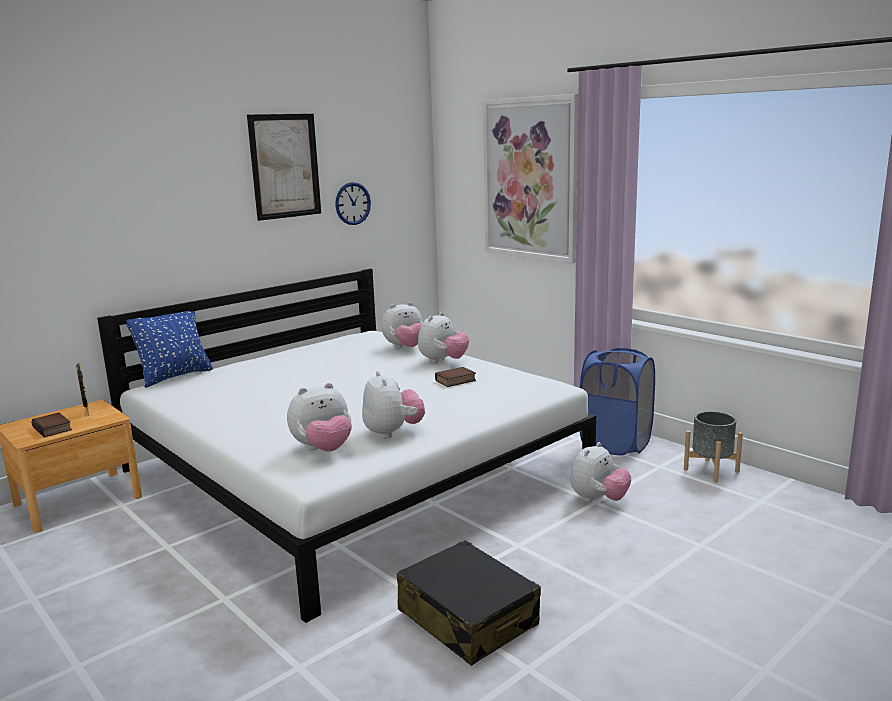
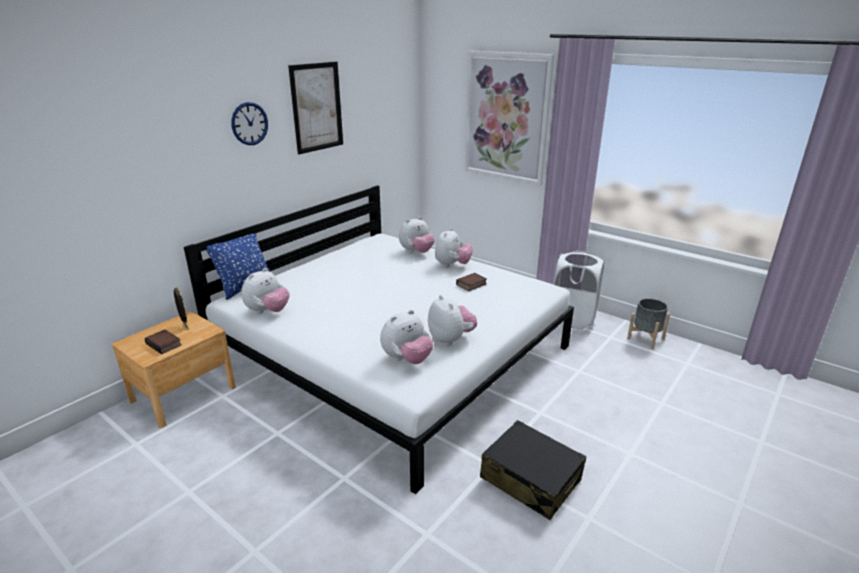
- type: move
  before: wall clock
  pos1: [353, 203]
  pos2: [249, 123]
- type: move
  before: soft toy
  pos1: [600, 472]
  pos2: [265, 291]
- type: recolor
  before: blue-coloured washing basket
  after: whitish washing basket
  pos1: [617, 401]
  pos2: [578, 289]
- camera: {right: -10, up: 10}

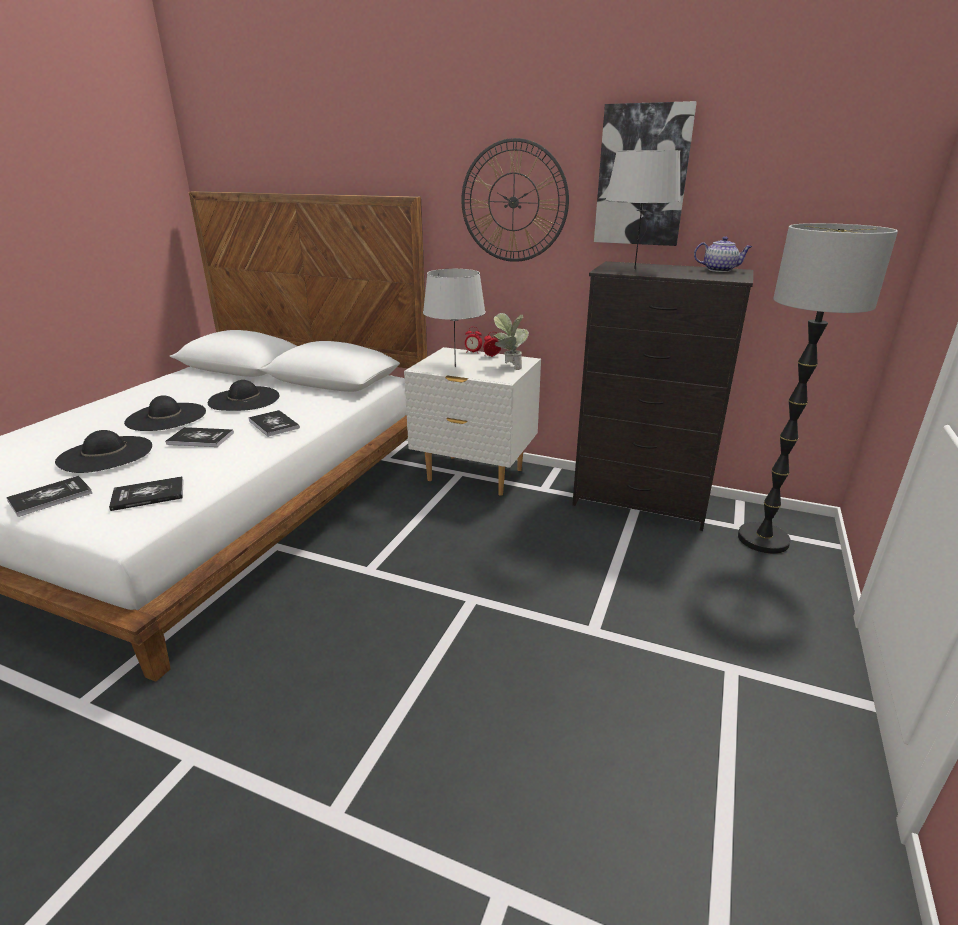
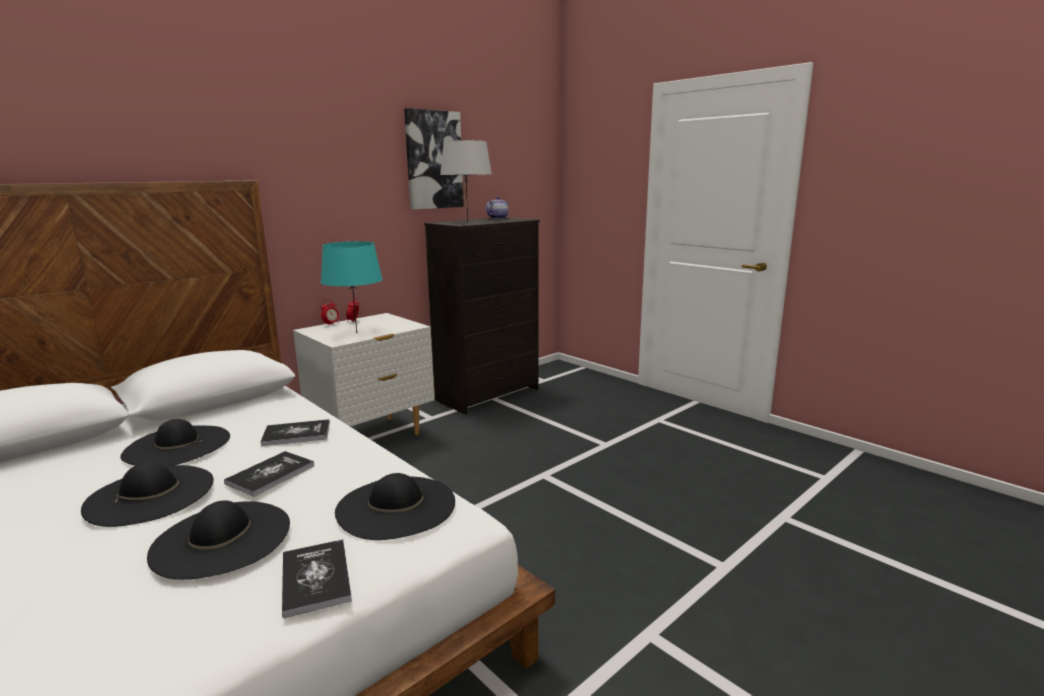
- type: replace
  before: volume
  after: black-coloured hat
  pos1: [146, 493]
  pos2: [395, 506]
- type: recolor
  before: greyish table lamp
  after: turquoise-coloured table lamp
  pos1: [454, 318]
  pos2: [352, 287]
- type: delete
  before: wall clock
  pos1: [515, 200]
- type: delete
  before: plant in a pot
  pos1: [511, 341]
- type: delete
  before: standard lamp
  pos1: [818, 388]
- camera: {right: -65, up: -10}

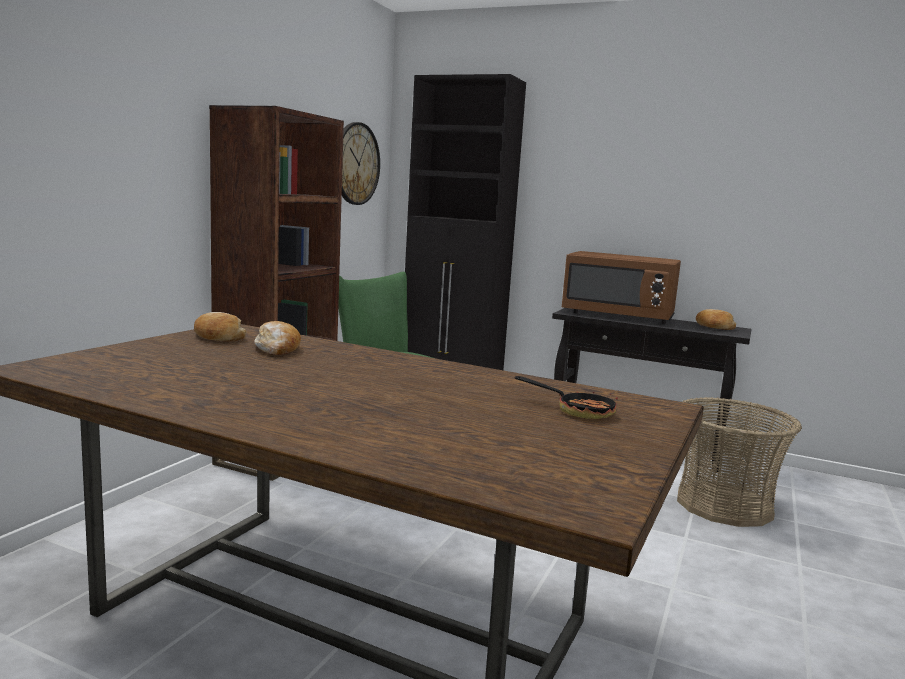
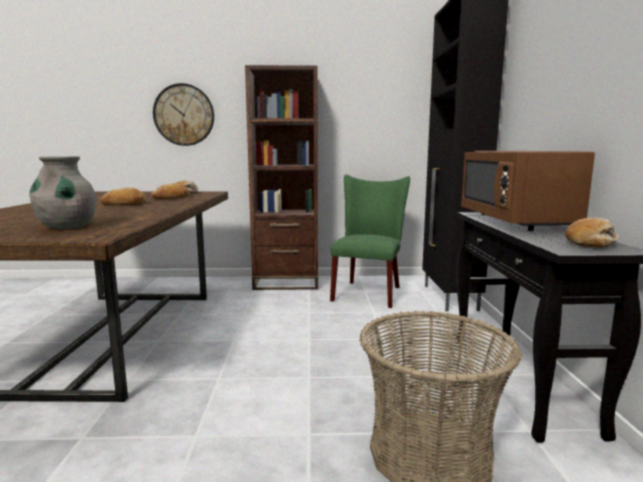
- type: move
  before: wall clock
  pos1: [361, 163]
  pos2: [183, 114]
- type: replace
  before: frying pan
  after: greyish flower vase
  pos1: [567, 397]
  pos2: [62, 192]
- type: insert
  after: bakery bread
  pos2: [123, 196]
- camera: {right: 65, up: 0}

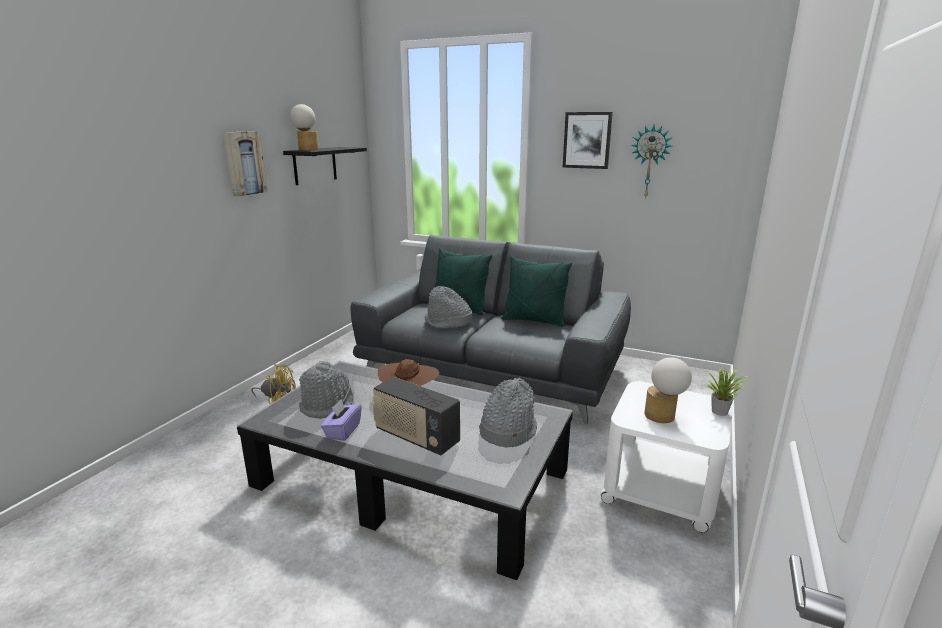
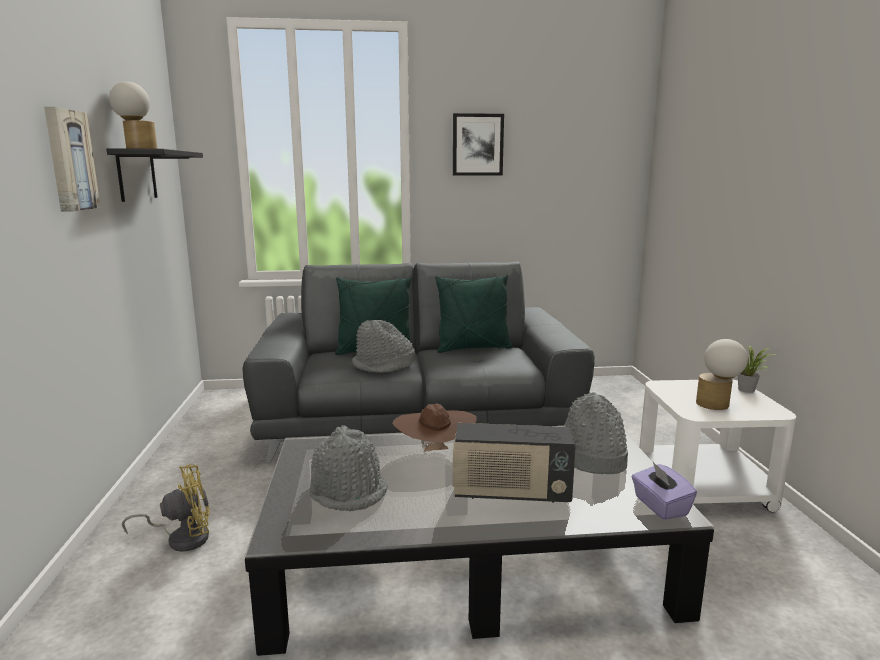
- type: move
  before: purple box of tissues
  pos1: [341, 420]
  pos2: [664, 491]
- type: delete
  before: wall clock
  pos1: [651, 162]
- camera: {right: -30, up: -5}

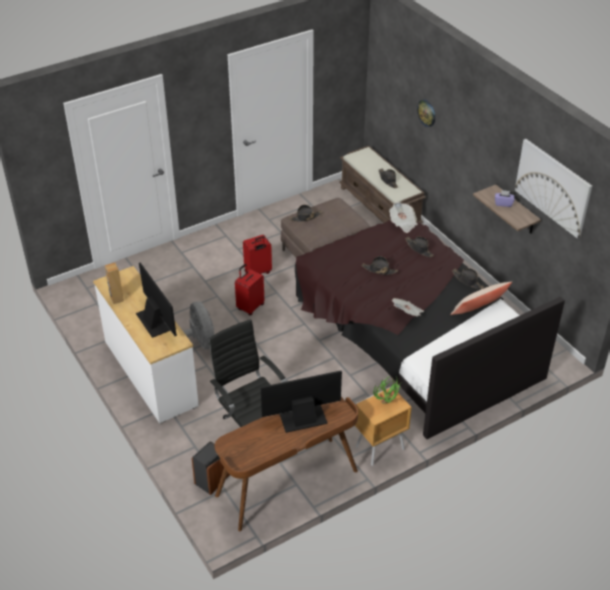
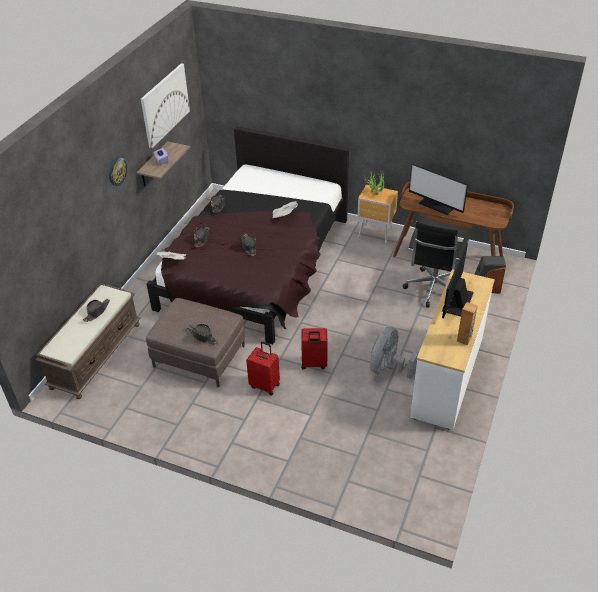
- type: move
  before: wall clock
  pos1: [426, 113]
  pos2: [118, 171]
- type: delete
  before: beige cushion
  pos1: [481, 298]
- camera: {right: -125, up: 0}

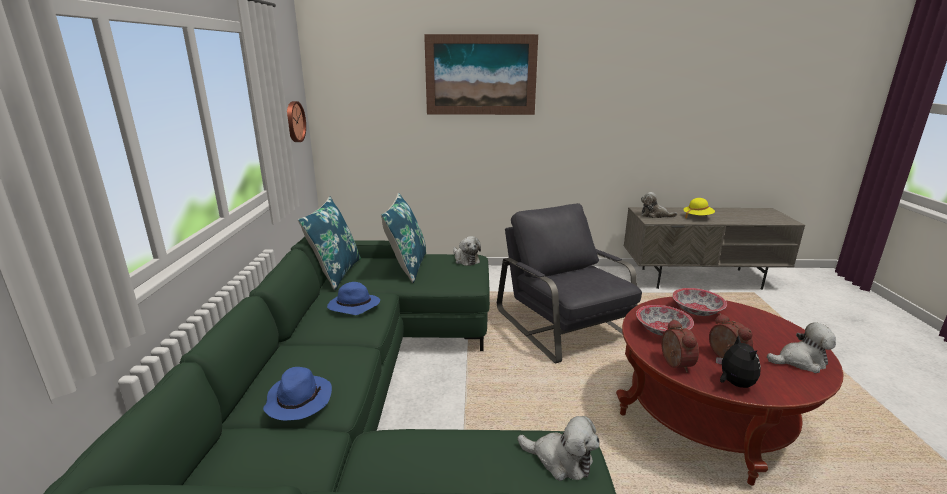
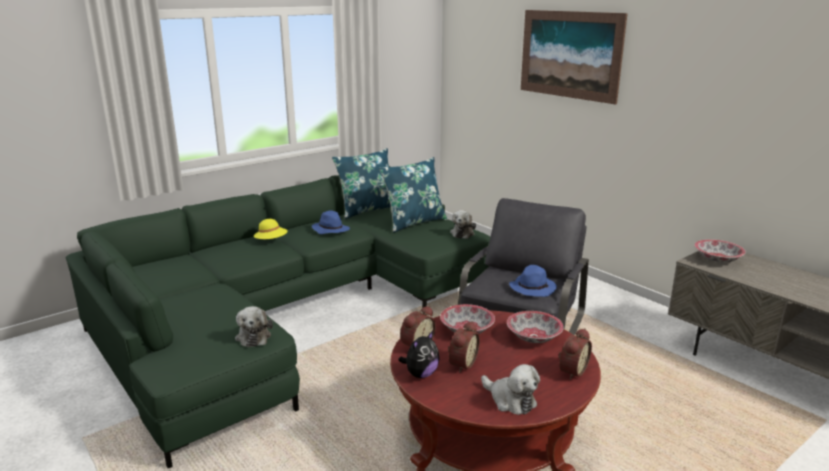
- type: move
  before: blue-coloured hat
  pos1: [297, 394]
  pos2: [533, 281]
- type: delete
  before: wall clock
  pos1: [296, 121]
- type: replace
  before: soft toy
  after: deep dish
  pos1: [659, 205]
  pos2: [720, 251]
- type: move
  before: yellow hat
  pos1: [699, 208]
  pos2: [271, 229]
- type: insert
  after: bedside clock
  pos2: [575, 354]
- camera: {right: 50, up: 0}

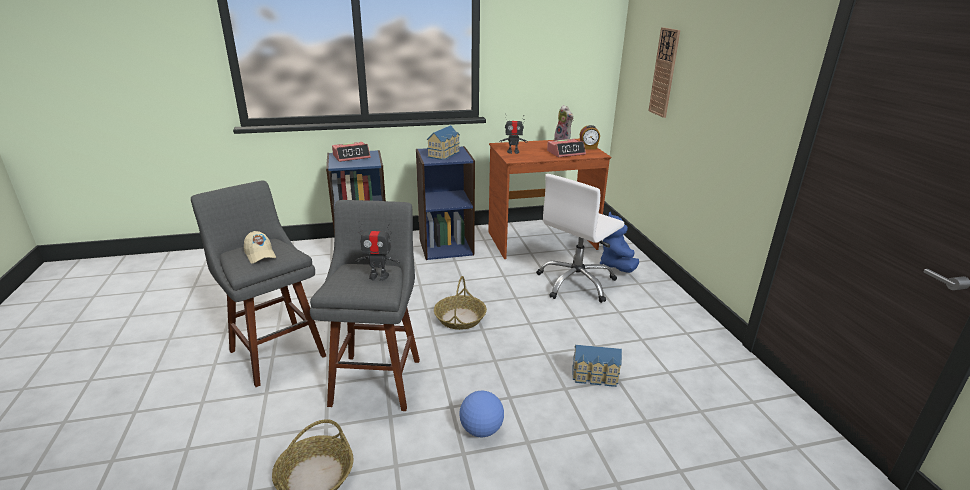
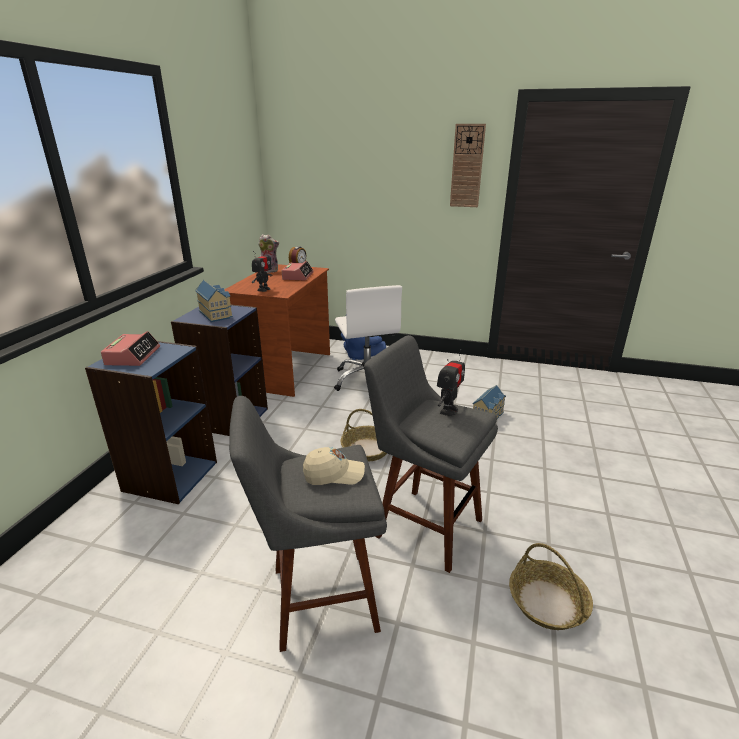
- type: delete
  before: ball for football
  pos1: [481, 414]
- type: move
  before: wall clock
  pos1: [664, 72]
  pos2: [468, 165]
- camera: {right: -60, up: 0}

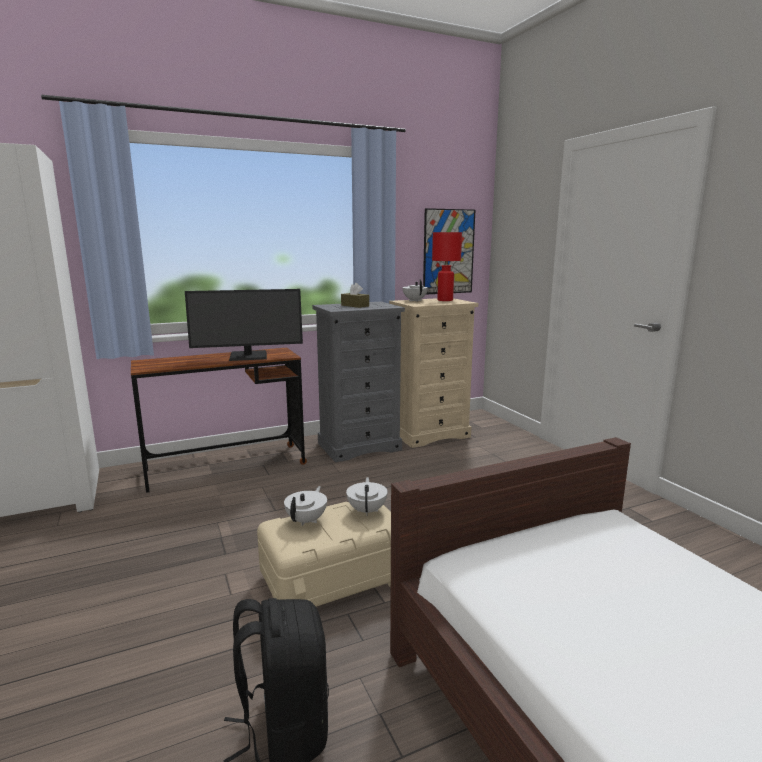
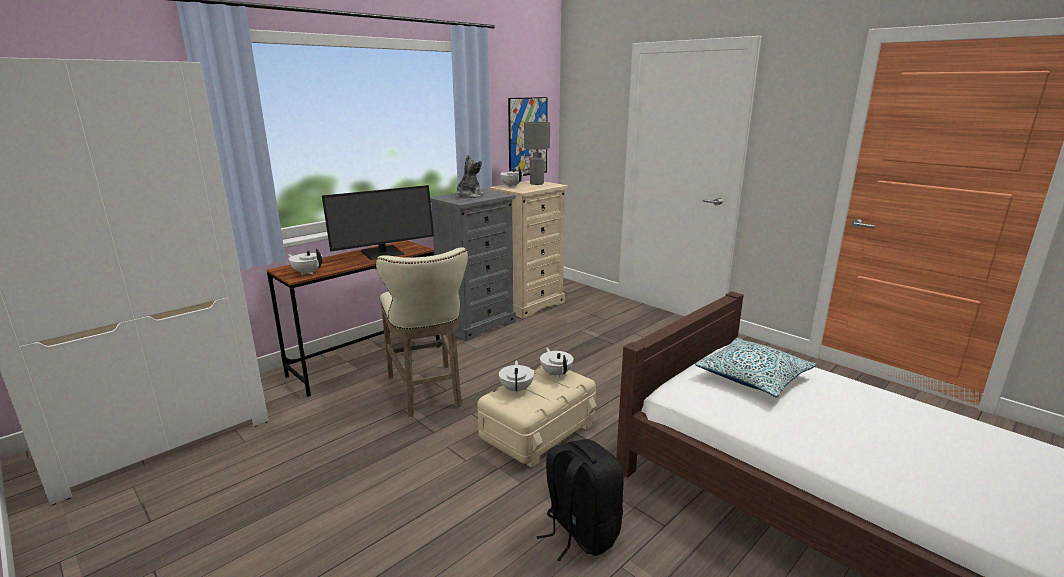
- type: replace
  before: brown-coloured box of tissues
  after: soft toy
  pos1: [355, 295]
  pos2: [470, 176]
- type: recolor
  before: red table lamp
  after: greyish table lamp
  pos1: [447, 266]
  pos2: [537, 153]
- type: insert
  after: whitish teapot
  pos2: [305, 261]
- type: insert
  after: beige stool
  pos2: [422, 331]
- type: insert
  after: cushion
  pos2: [755, 367]
- camera: {right: -20, up: 5}

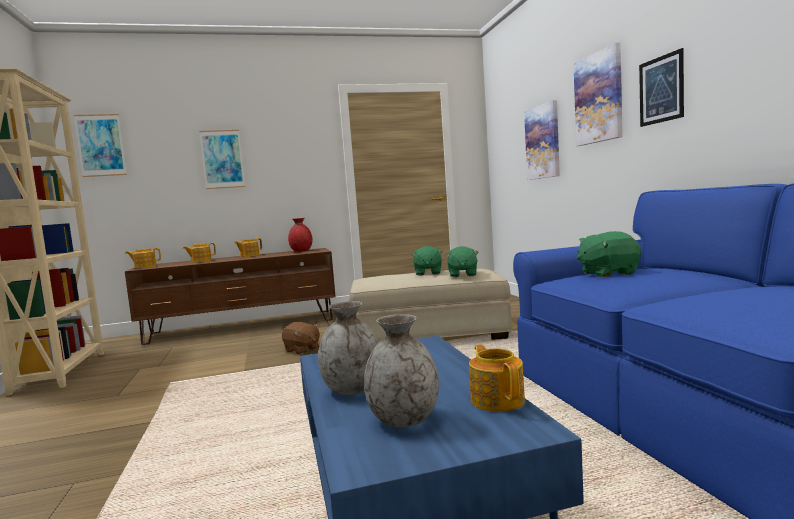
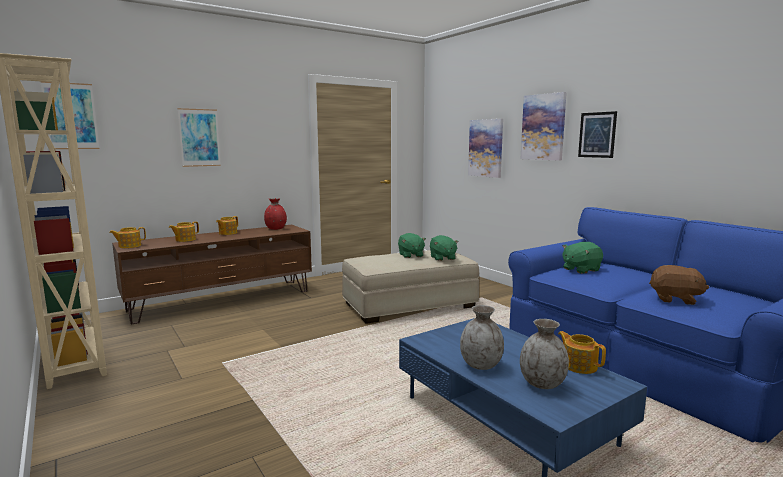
- type: move
  before: brown-coloured soft toy
  pos1: [301, 338]
  pos2: [679, 285]
- camera: {right: -20, up: 5}

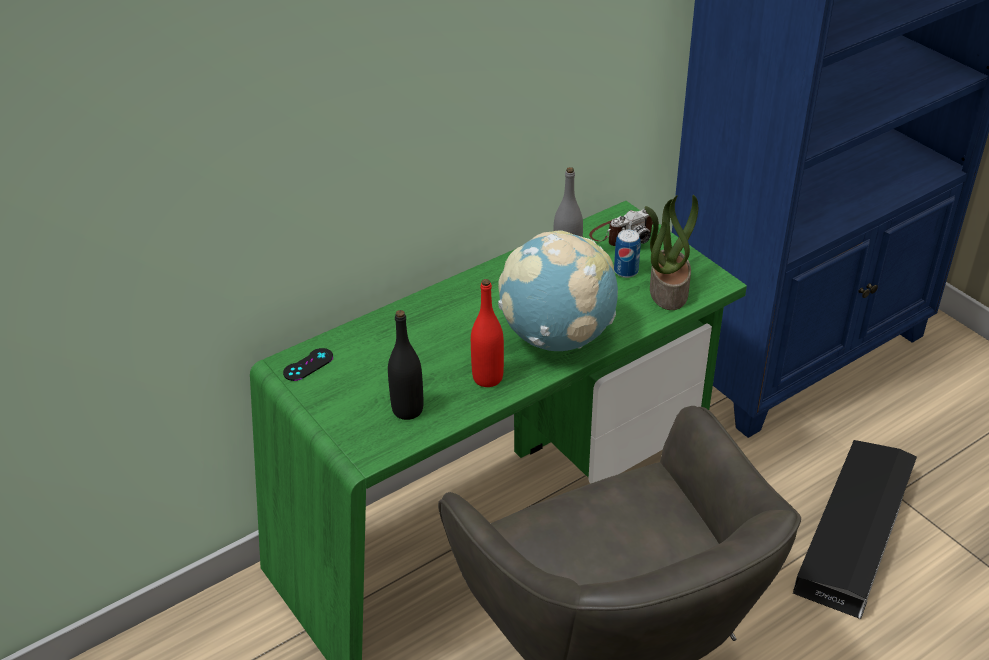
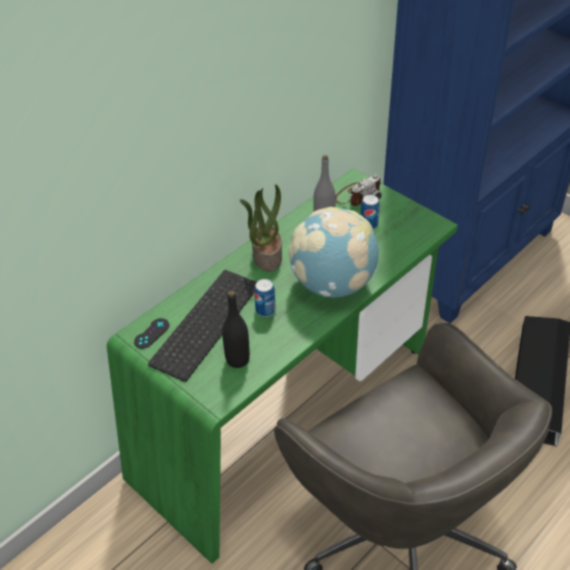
- type: delete
  before: red bottle
  pos1: [487, 333]
- type: move
  before: plant in a pot
  pos1: [671, 252]
  pos2: [261, 228]
- type: insert
  after: keyboard
  pos2: [202, 326]
- type: insert
  after: sealed can
  pos2: [265, 298]
- camera: {right: -10, up: 5}

